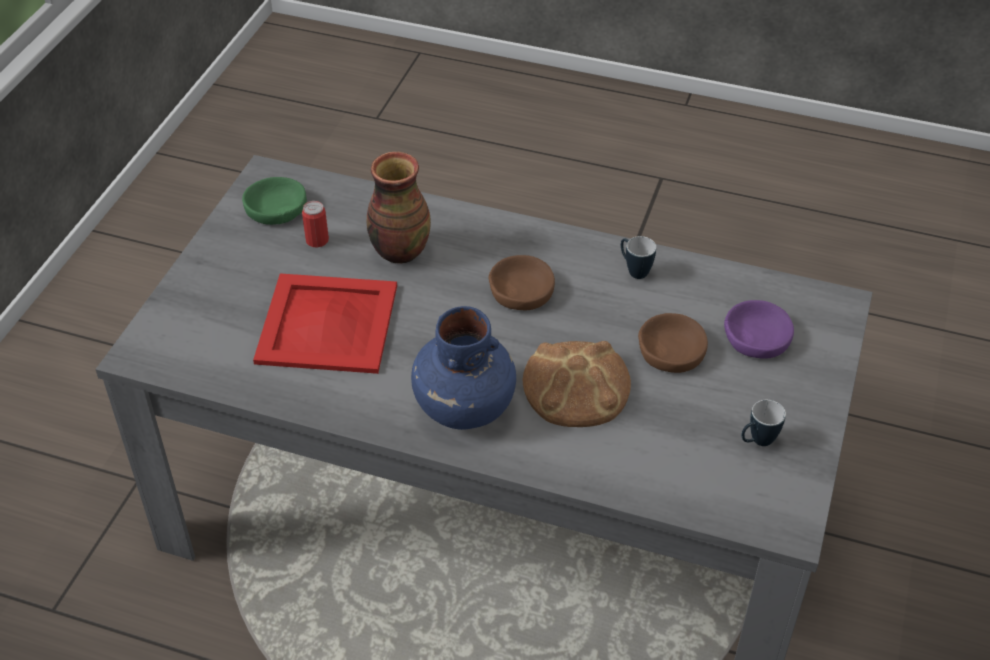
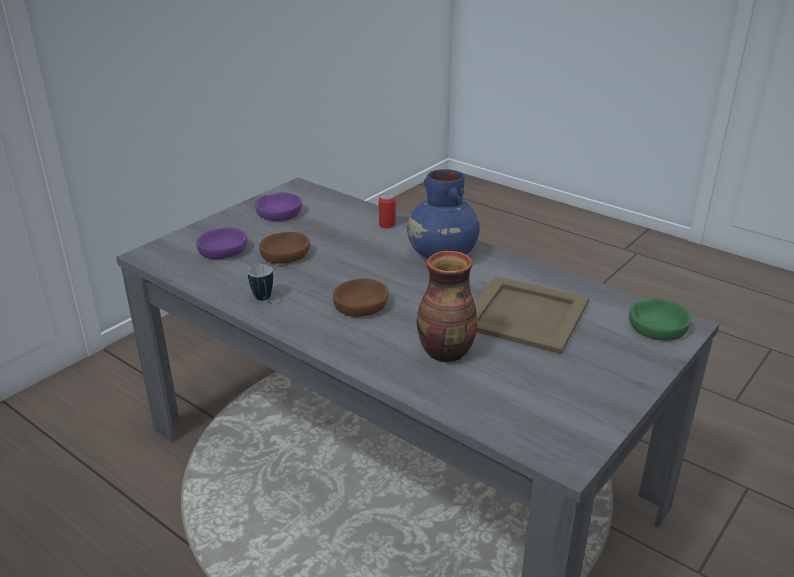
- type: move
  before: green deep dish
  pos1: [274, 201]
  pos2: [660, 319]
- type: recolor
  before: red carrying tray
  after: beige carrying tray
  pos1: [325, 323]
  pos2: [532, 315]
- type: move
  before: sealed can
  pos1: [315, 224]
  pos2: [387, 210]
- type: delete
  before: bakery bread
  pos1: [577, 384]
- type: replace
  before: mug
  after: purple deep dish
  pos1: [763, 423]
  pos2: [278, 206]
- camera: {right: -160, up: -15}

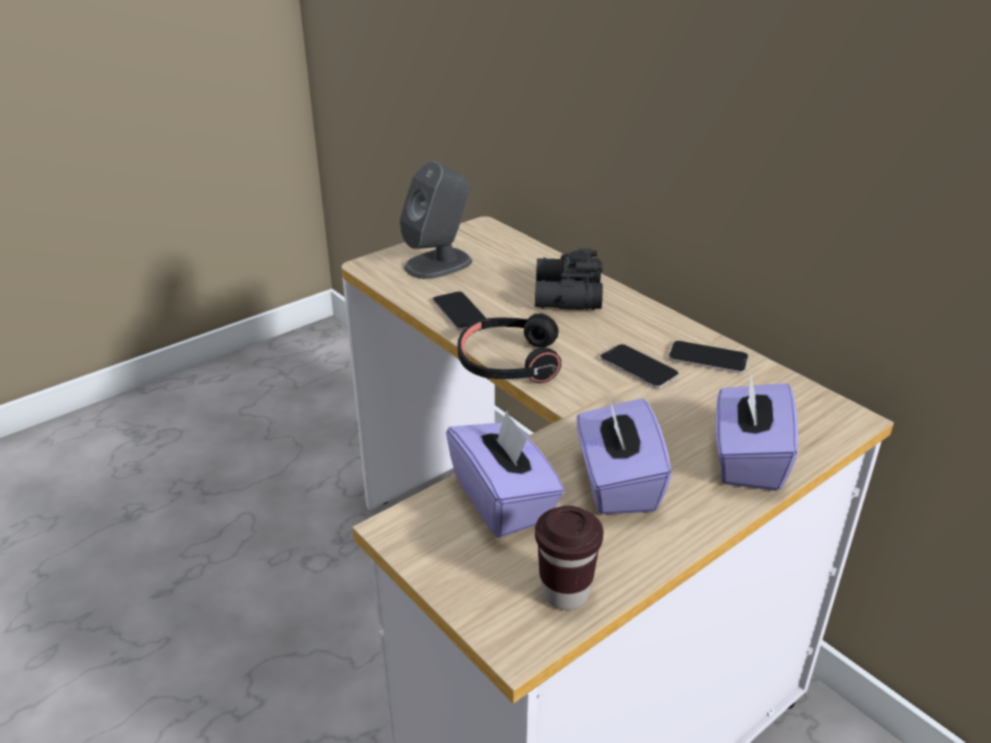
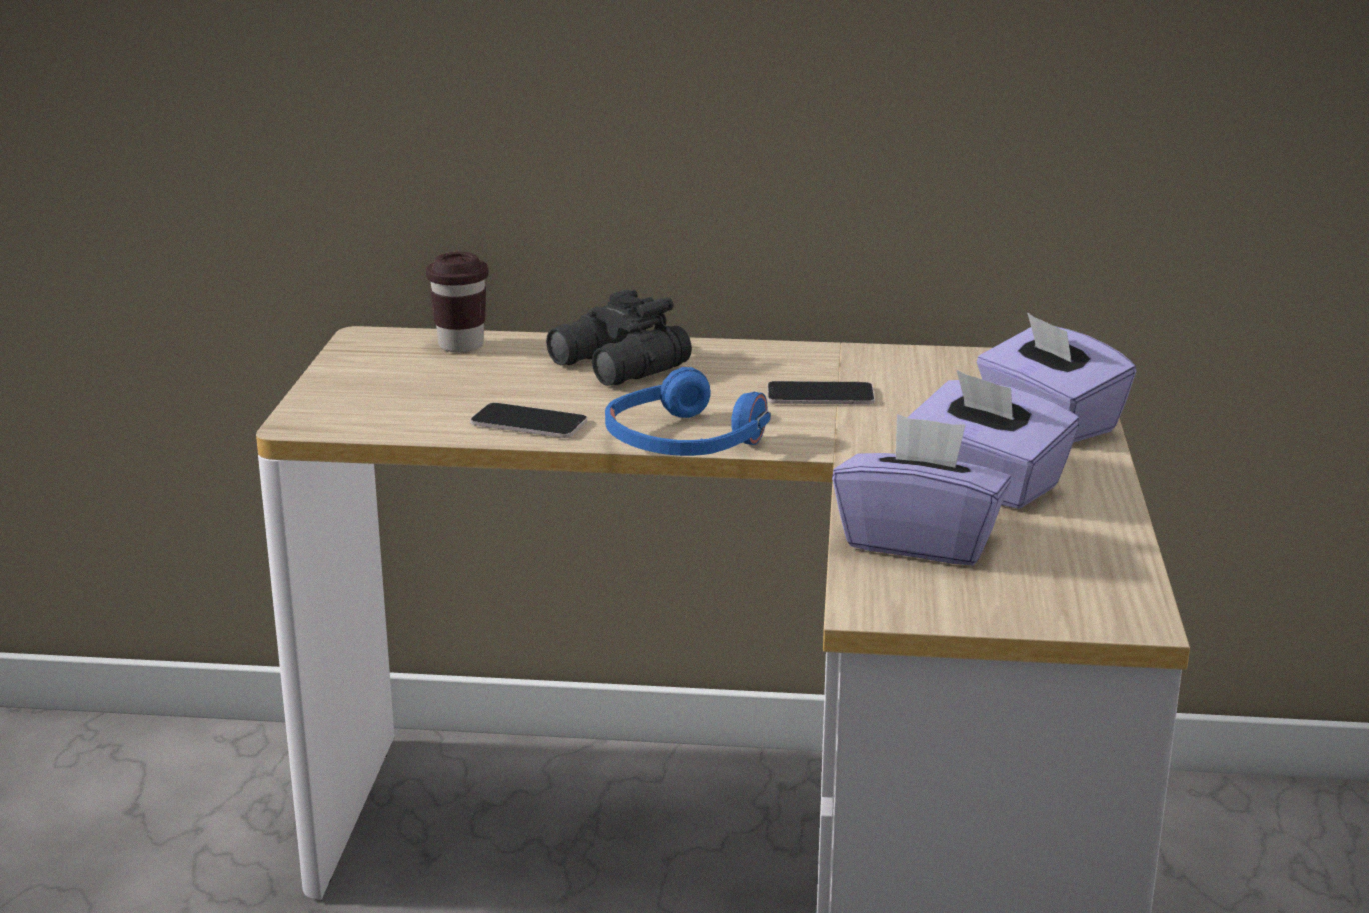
- type: delete
  before: greyish audio speaker
  pos1: [436, 220]
- type: recolor
  before: black-coloured headset
  after: blue-coloured headset
  pos1: [509, 348]
  pos2: [688, 411]
- type: move
  before: brown-coloured cup
  pos1: [569, 558]
  pos2: [457, 302]
- type: delete
  before: handset
  pos1: [708, 357]
- camera: {right: -45, up: -10}

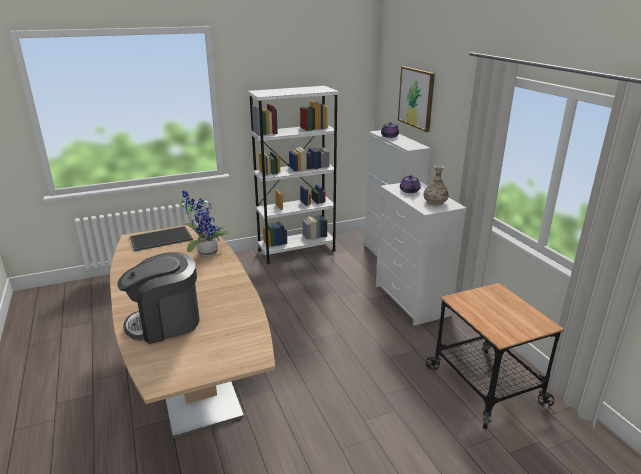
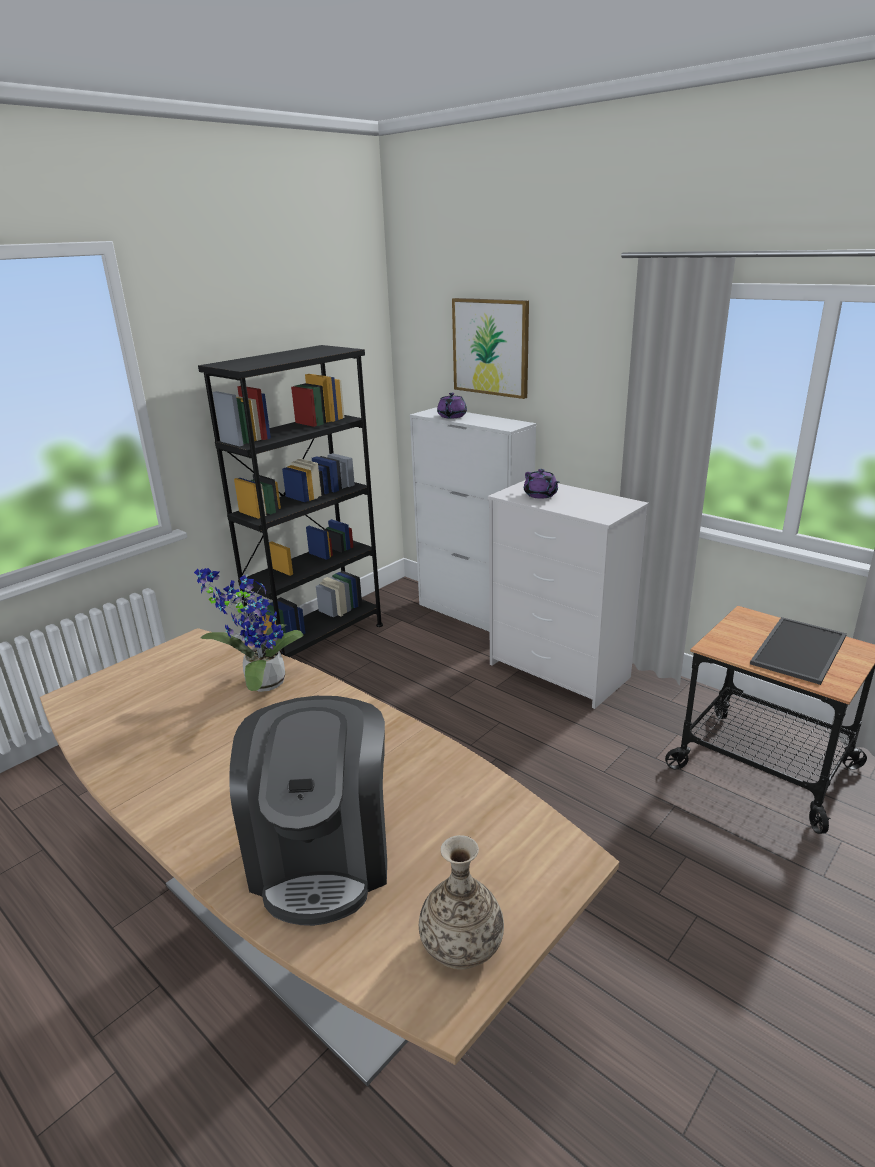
- type: rotate
  before: coffee machine
  pos1: [158, 298]
  pos2: [308, 811]
  turn: -45
- type: move
  before: carrying tray
  pos1: [161, 238]
  pos2: [798, 651]
- type: recolor
  before: whitish bookshelf
  after: black-coloured bookshelf
  pos1: [293, 175]
  pos2: [290, 501]
- type: move
  before: flower vase
  pos1: [436, 186]
  pos2: [461, 902]
- camera: {right: -25, up: 0}

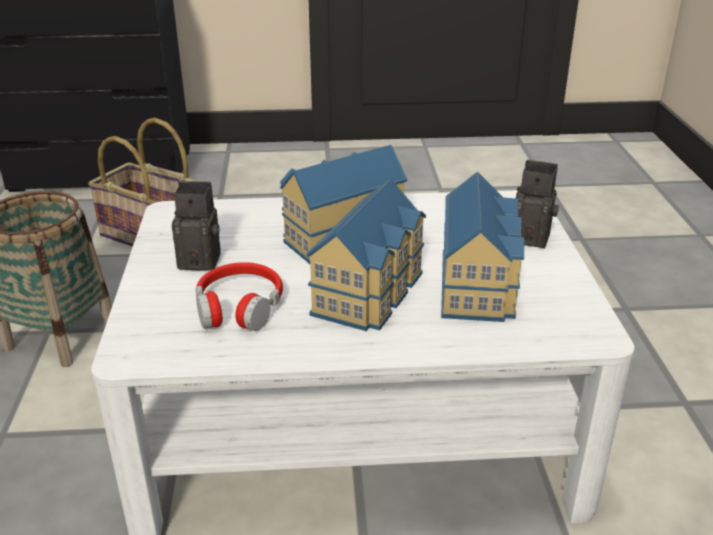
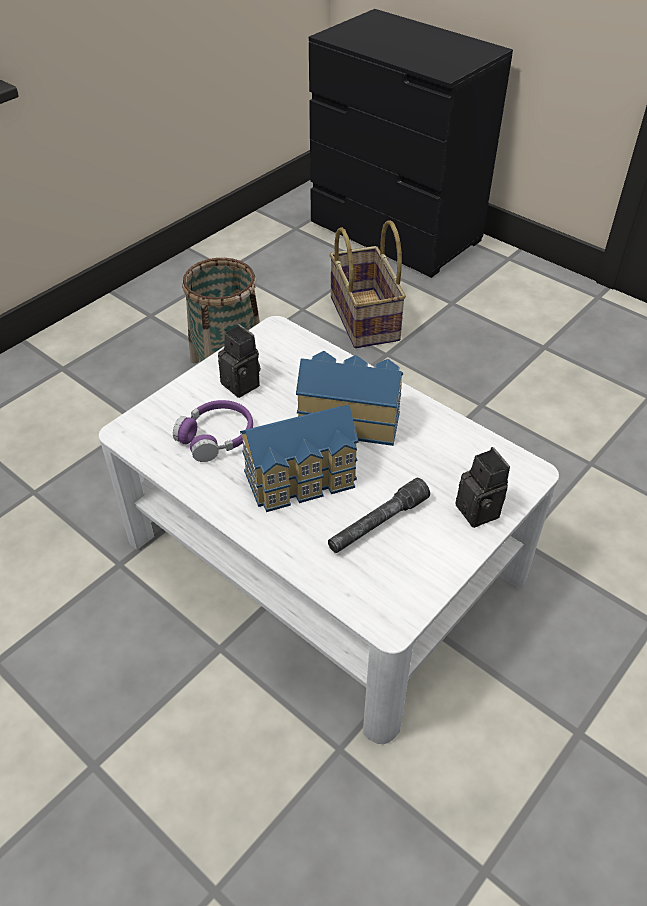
- type: recolor
  before: red headset
  after: purple headset
  pos1: [239, 296]
  pos2: [213, 431]
- type: replace
  before: toy house
  after: greyish hand torch
  pos1: [482, 247]
  pos2: [379, 515]
- camera: {right: 45, up: 15}

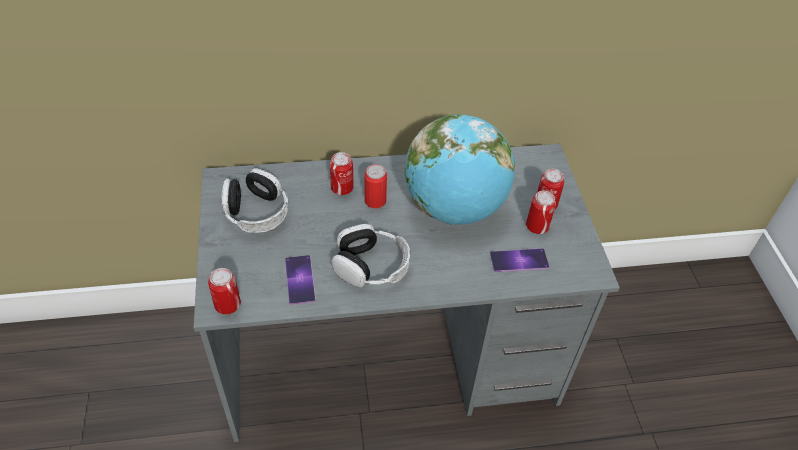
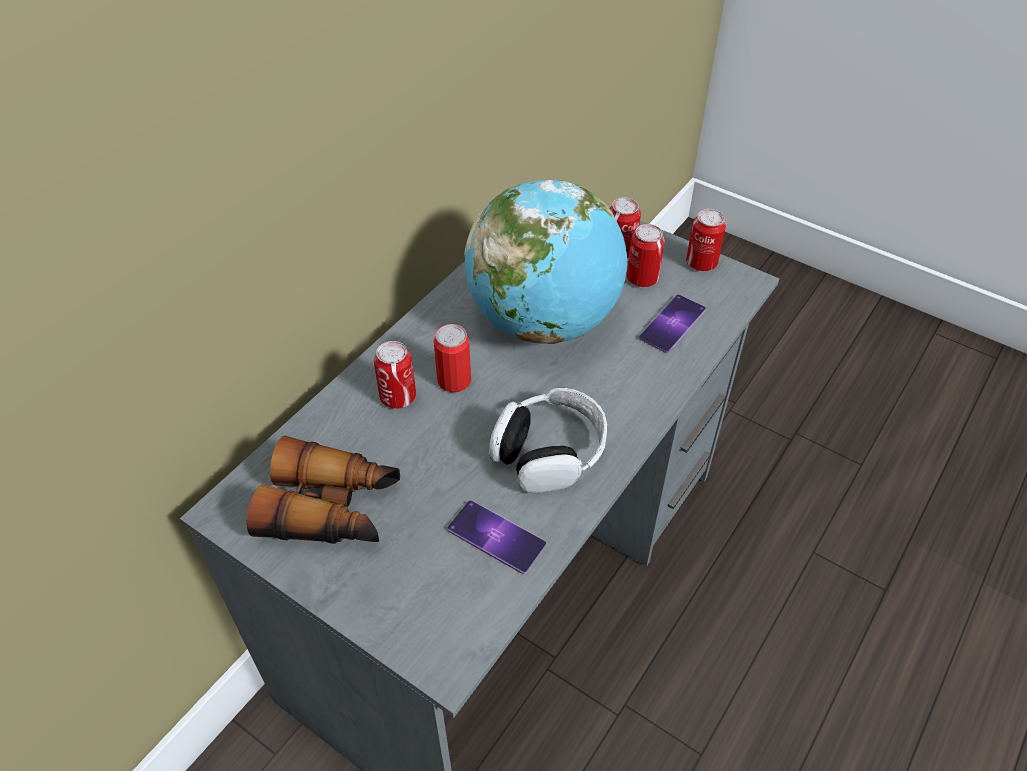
- type: move
  before: sealed can
  pos1: [224, 291]
  pos2: [706, 240]
- type: replace
  before: headset
  after: field glasses
  pos1: [254, 200]
  pos2: [323, 490]
- camera: {right: -45, up: 0}

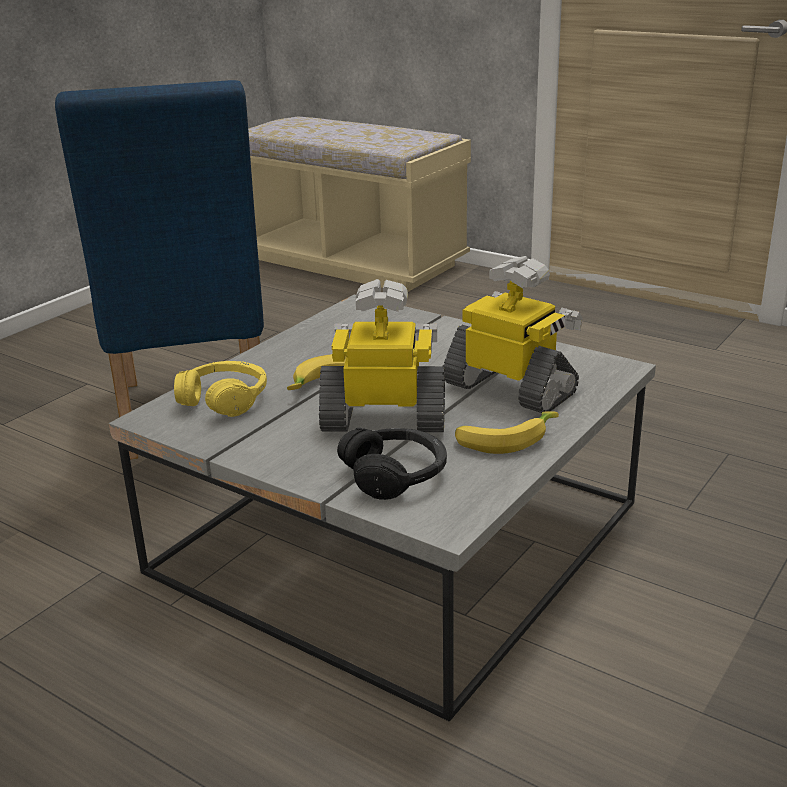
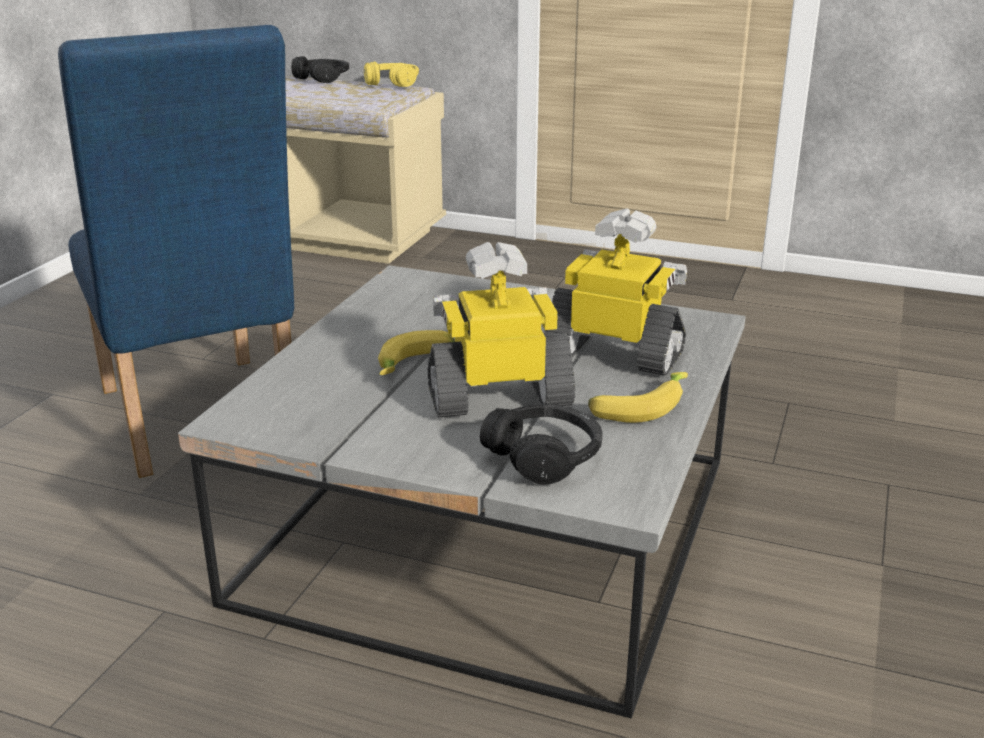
- type: move
  before: yellow headset
  pos1: [220, 389]
  pos2: [391, 74]
- type: insert
  after: black-coloured headset
  pos2: [320, 69]
- camera: {right: -15, up: 0}

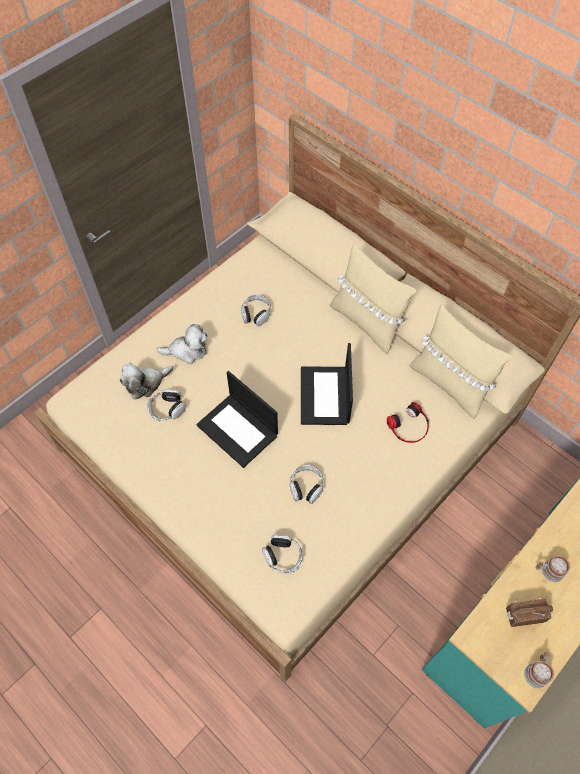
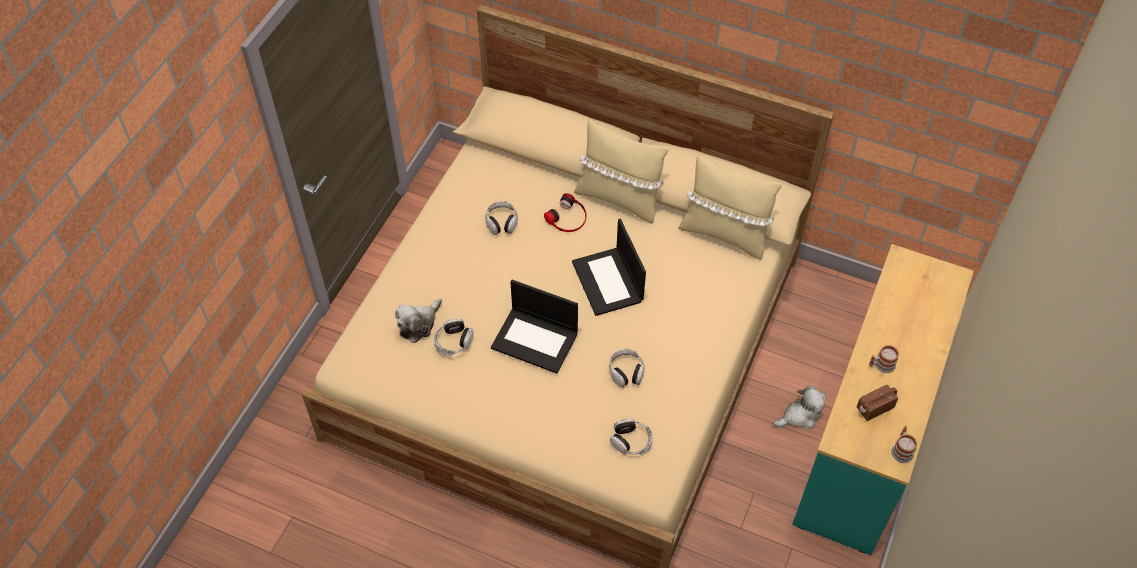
- type: move
  before: soft toy
  pos1: [182, 344]
  pos2: [799, 407]
- type: move
  before: headset
  pos1: [408, 422]
  pos2: [565, 212]
- camera: {right: -20, up: -5}

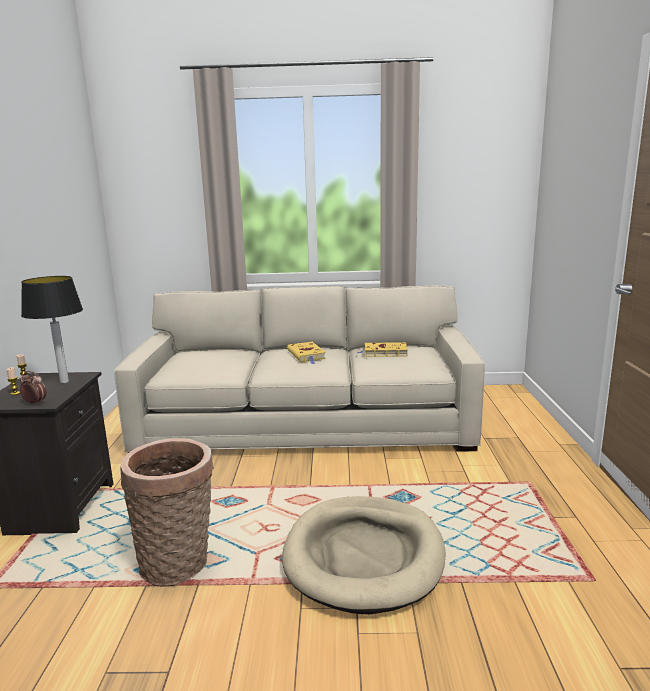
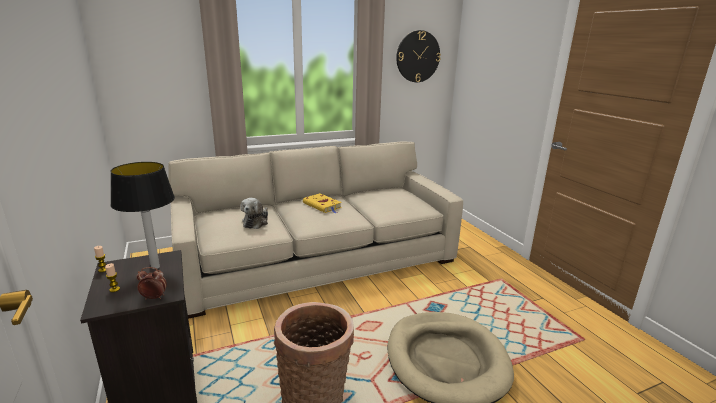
- type: delete
  before: yellow volume
  pos1: [382, 349]
- type: insert
  after: soft toy
  pos2: [254, 213]
- type: insert
  after: wall clock
  pos2: [418, 56]
- camera: {right: -25, up: 5}

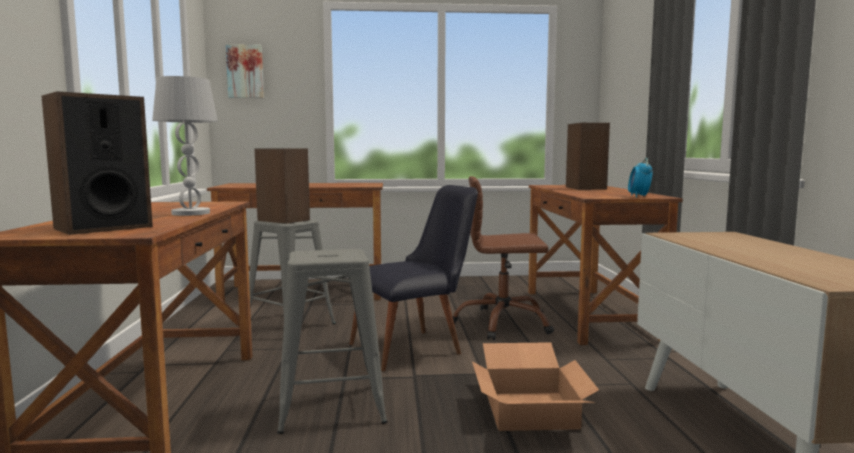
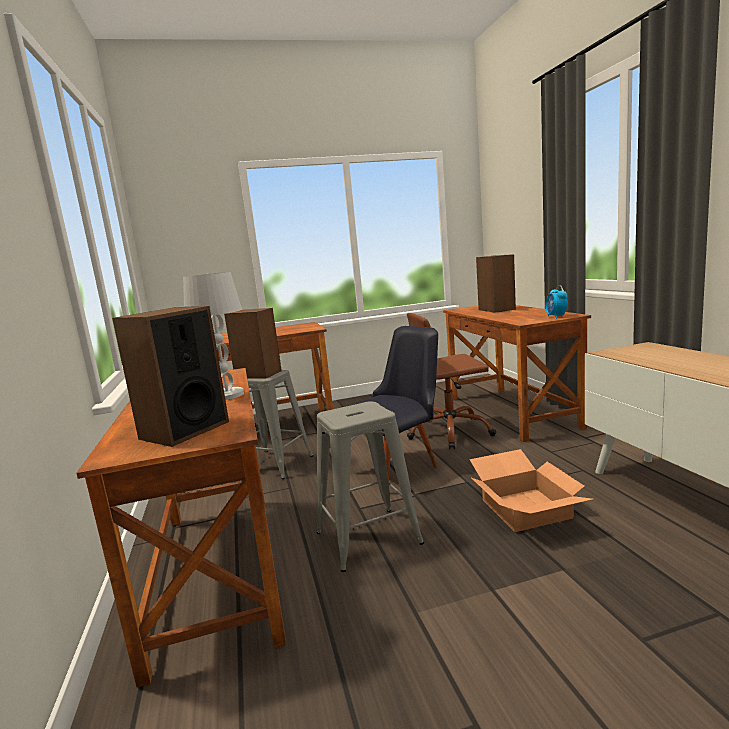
- type: delete
  before: wall picture
  pos1: [245, 71]
- camera: {right: -10, up: 5}

